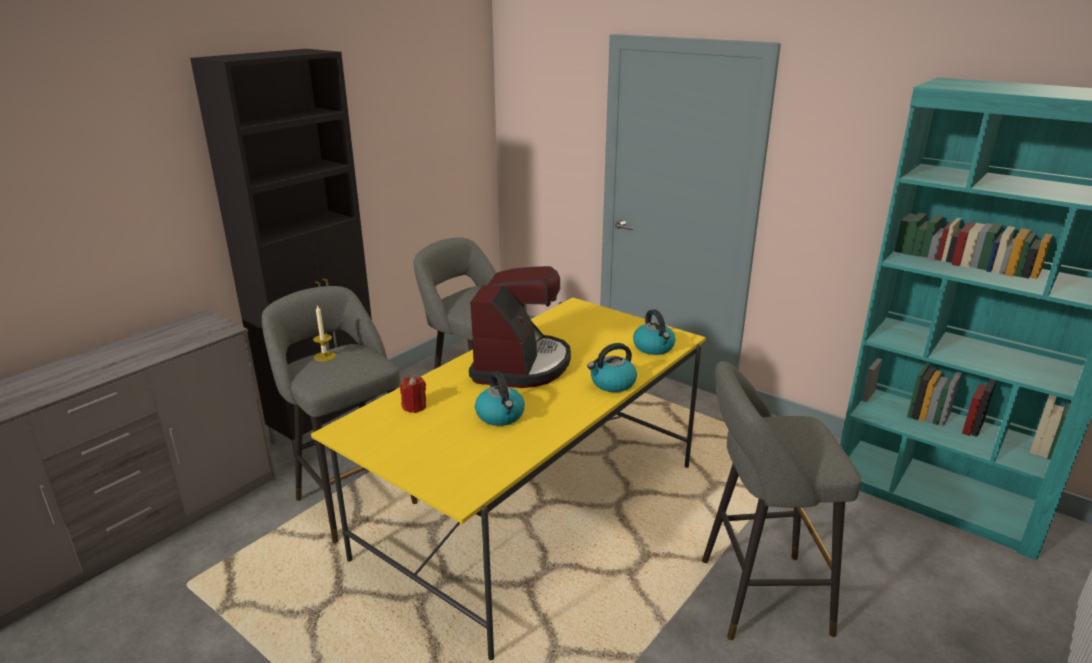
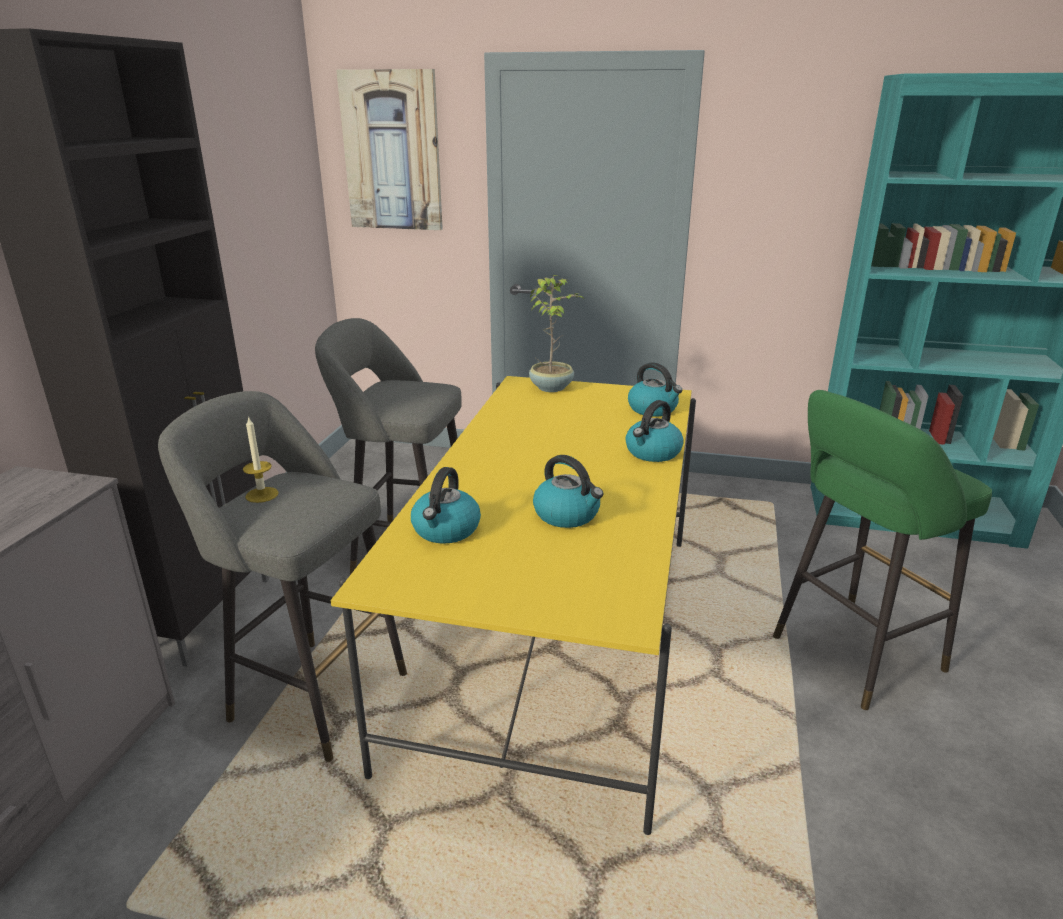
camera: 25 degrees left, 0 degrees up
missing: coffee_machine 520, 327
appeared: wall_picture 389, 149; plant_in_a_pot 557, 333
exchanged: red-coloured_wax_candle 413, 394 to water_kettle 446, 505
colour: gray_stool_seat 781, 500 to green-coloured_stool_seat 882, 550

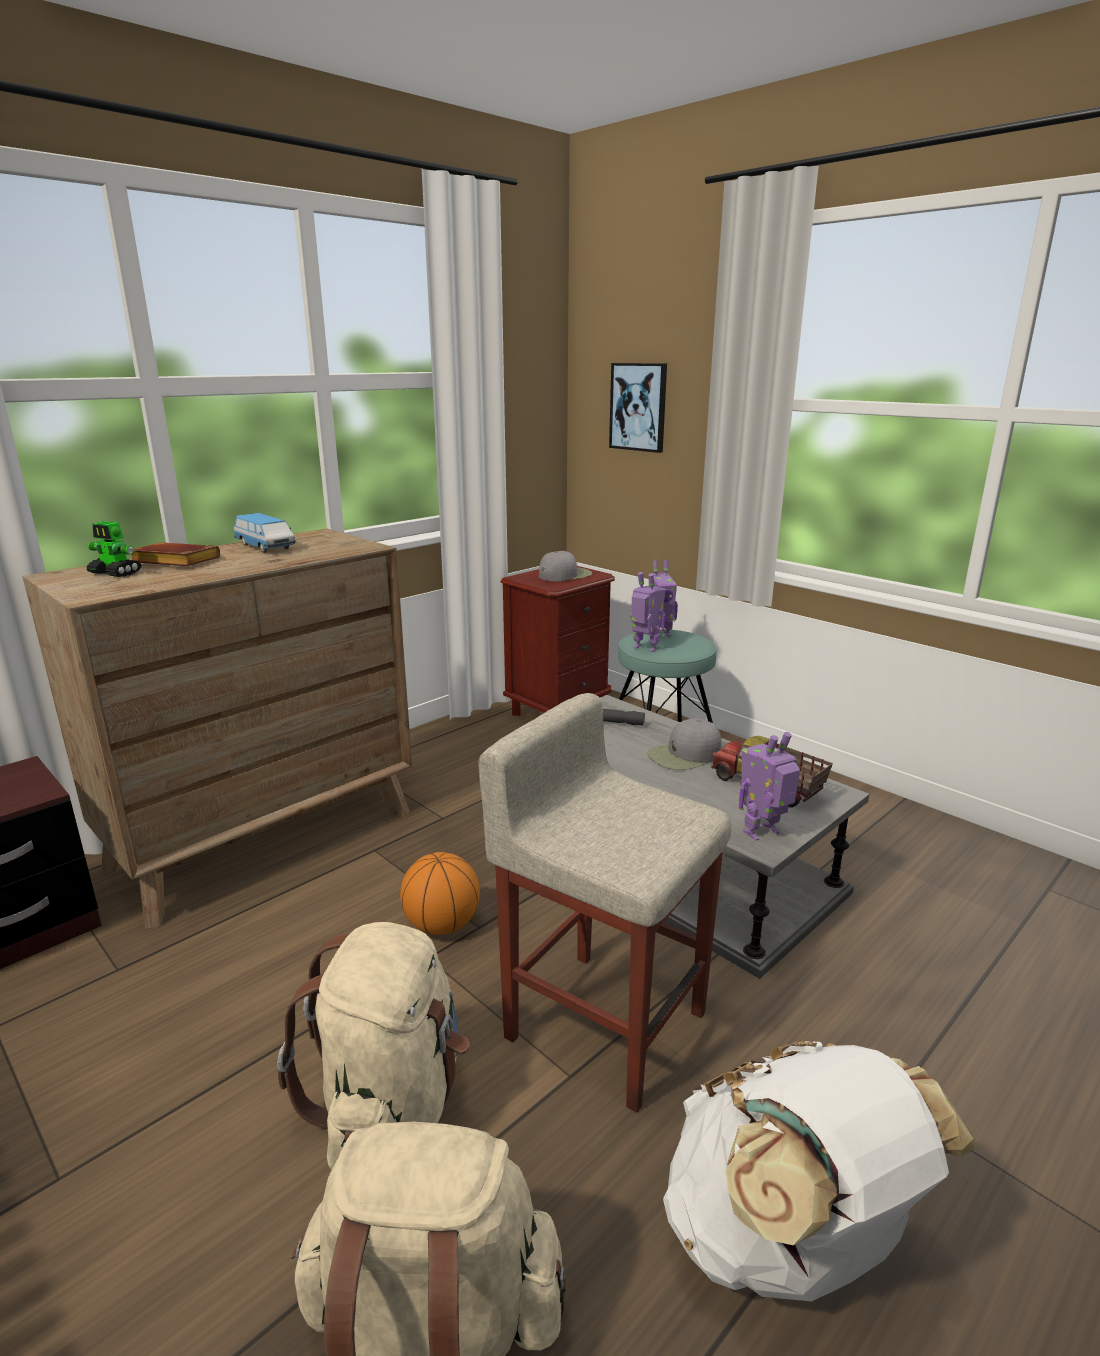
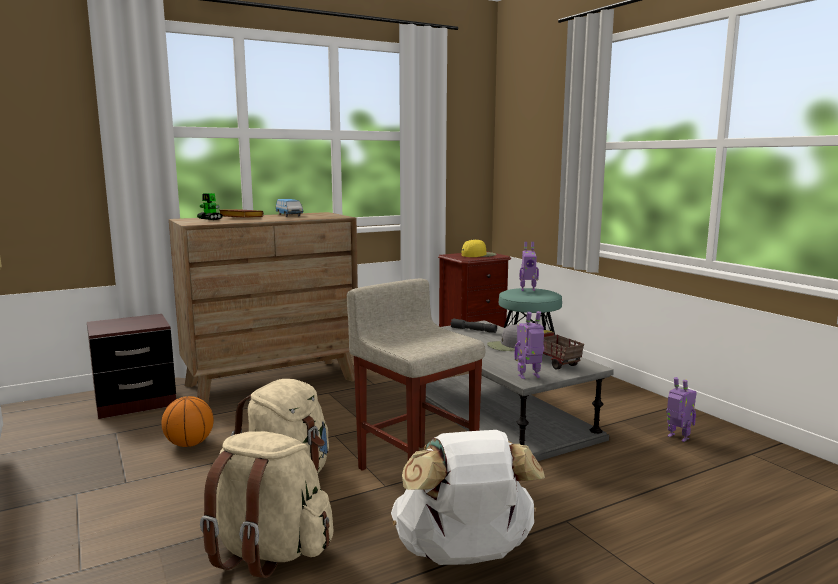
camera: 15 degrees right, 10 degrees down
missing: wall_picture 638, 408
relocated: basketball 440, 893 to 187, 421; robot_figure 647, 612 to 681, 409
colour: gray_peaked_cap 565, 566 to yellow_peaked_cap 479, 248

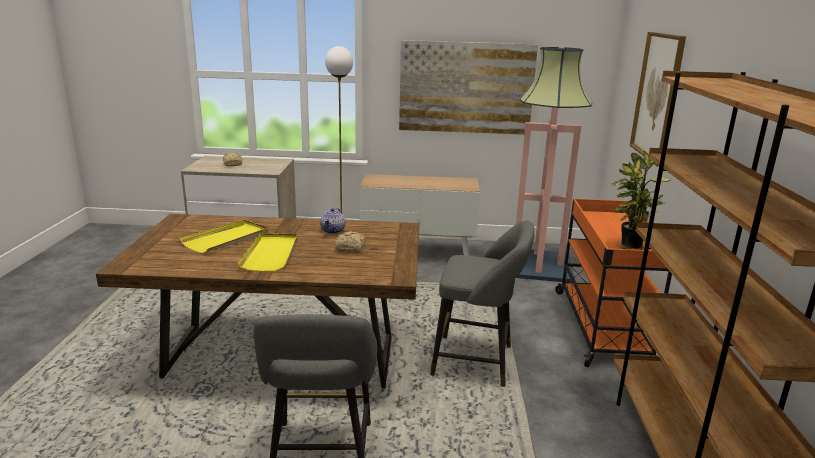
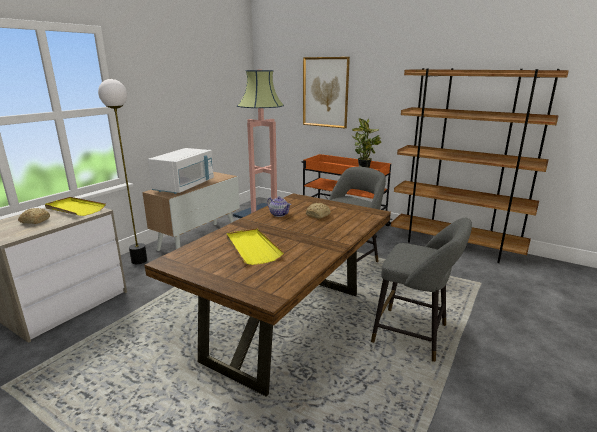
camera: 60 degrees left, 0 degrees up
missing: wall_picture 468, 87
appeared: whitish_microwave 181, 171
relocated: yellow_carrying_tray 267, 252 to 75, 206

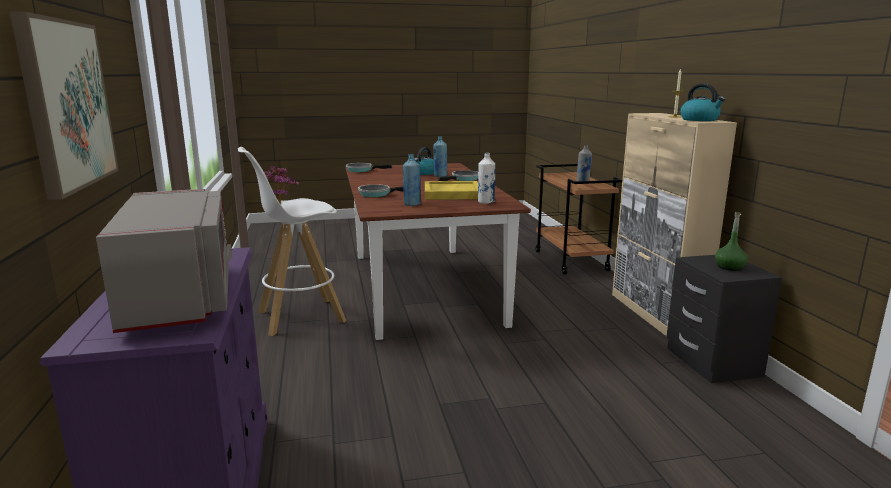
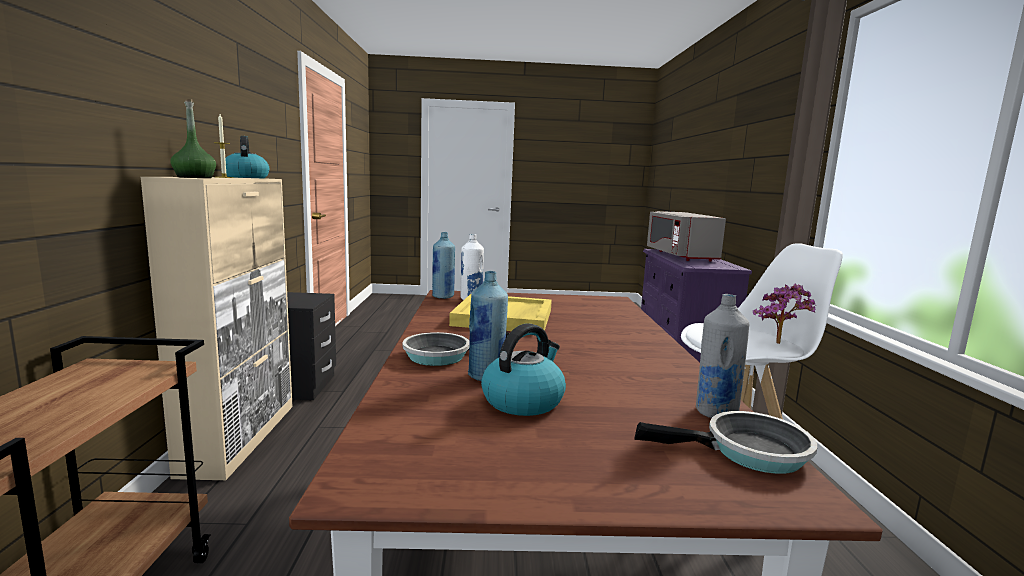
camera: 170 degrees left, 5 degrees down
missing: wall_picture 64, 106; skillet 381, 190
relocated: bluish_drink_bottle 412, 180 to 443, 265; gray_drink_bottle 584, 163 to 722, 356; green-coloured_drink_bottle 731, 241 to 193, 138

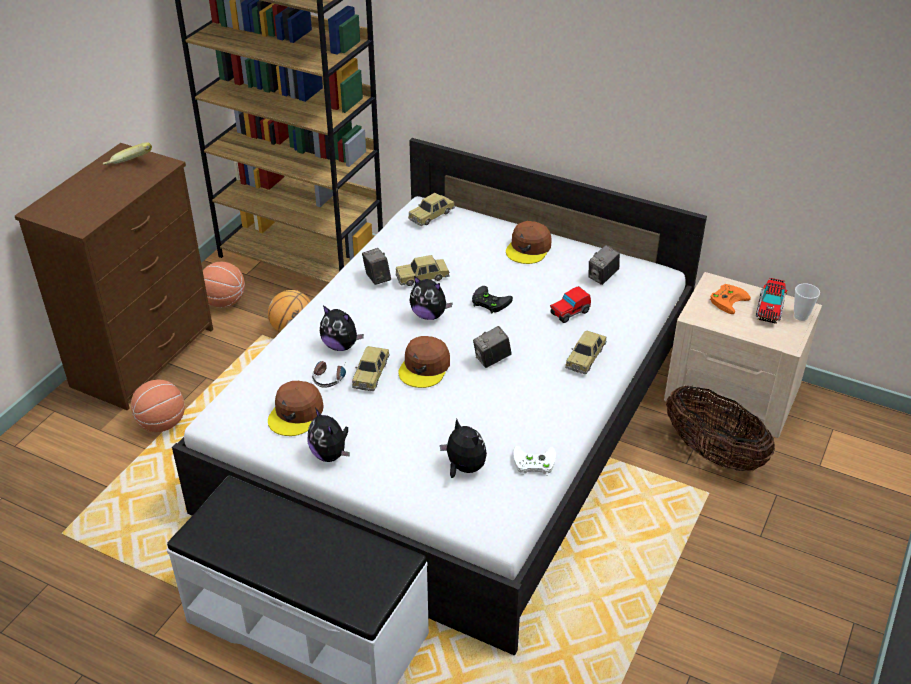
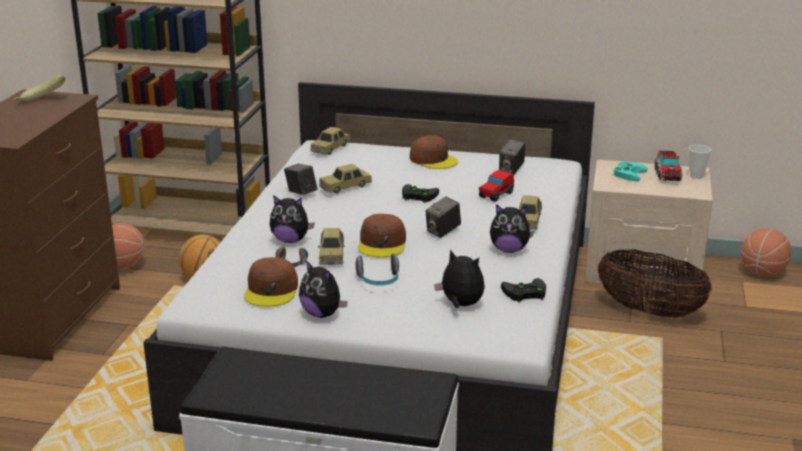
camera: 15 degrees left, 15 degrees down
appeared: headset 377, 270
relocated: basketball 158, 406 to 766, 252; soft_toy 431, 298 to 512, 228
colour: whitish_gamepad 534, 461 to black_gamepad 523, 290; orangey_gamepad 730, 299 to turquoise_gamepad 630, 171
spun: brown_peaked_cap 528, 242 = 434, 152 60 degrees counterclockwise

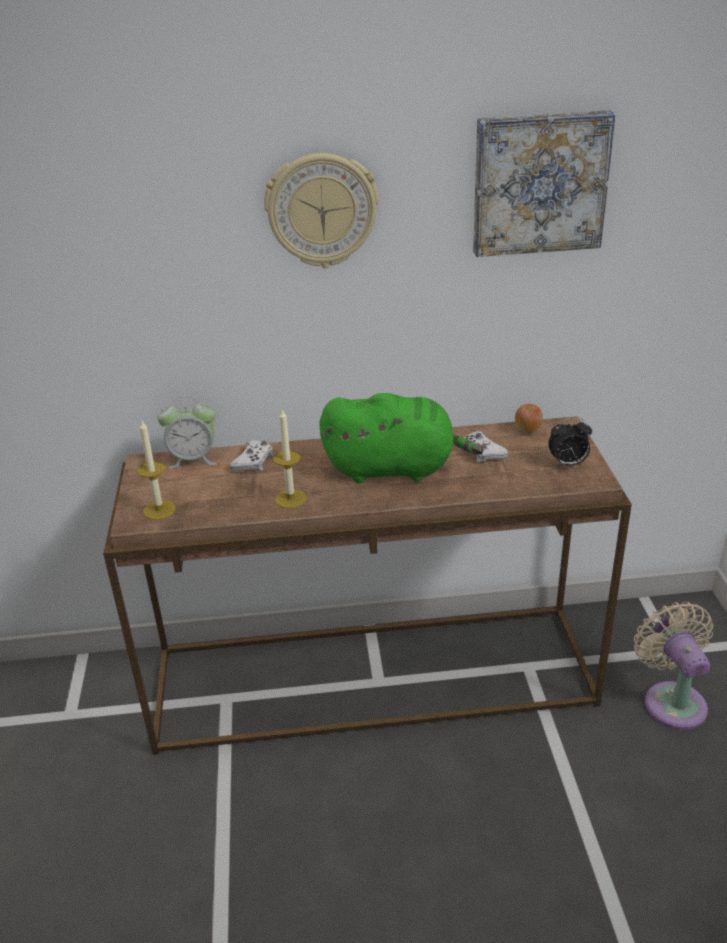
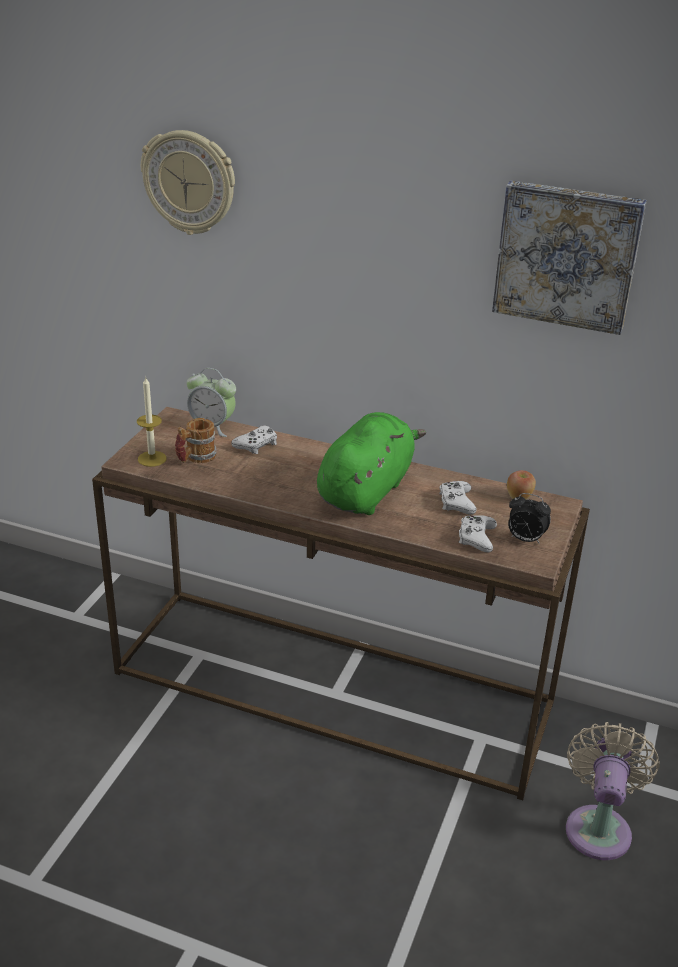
camera: 25 degrees right, 0 degrees up
missing: wax_candle 290, 459
appeared: tea_mug 196, 440; whitish_gamepad 478, 534
relocated: wall_clock 321, 210 to 188, 182
spun: green-coloured_soft_toy 401, 438 = 371, 463 90 degrees counterclockwise

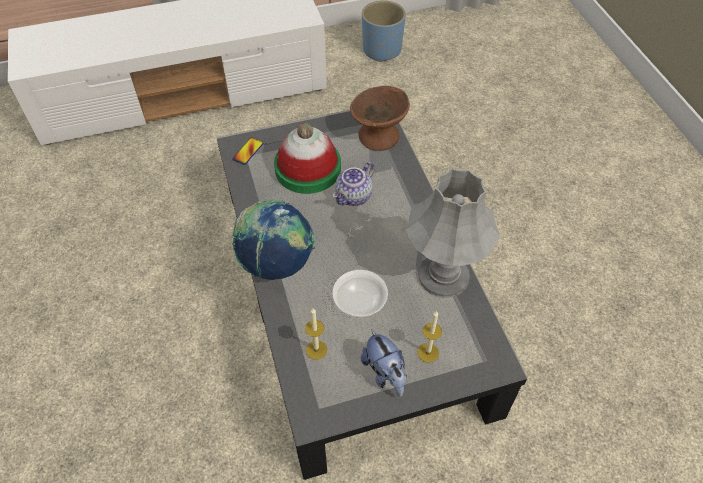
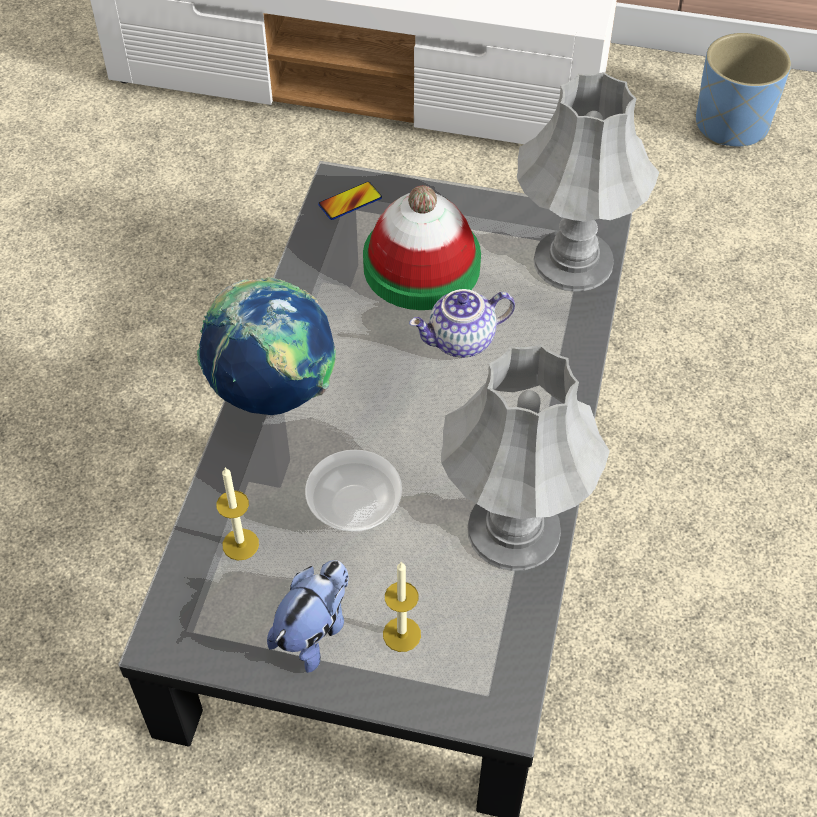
camera: 30 degrees right, 0 degrees up
exchanged: brown_serving_bowl 380, 118 to gray_table_lamp 588, 182
spun: soft_toy 384, 363 = 308, 616 150 degrees counterclockwise

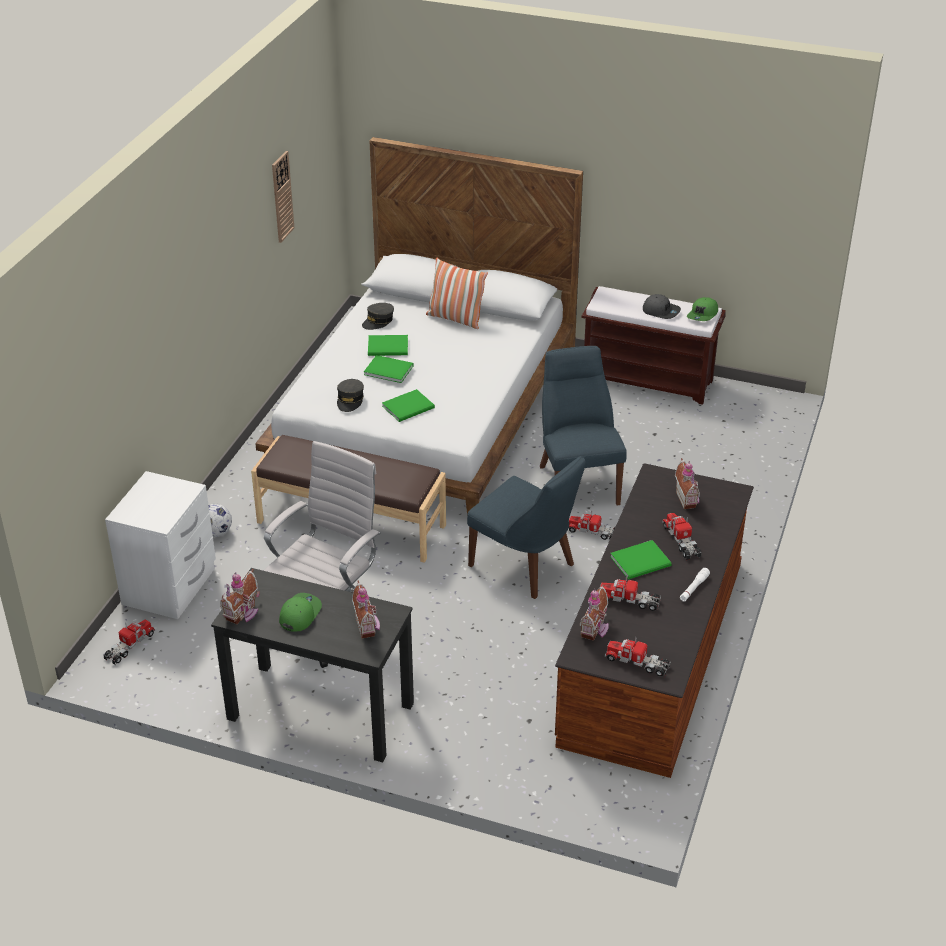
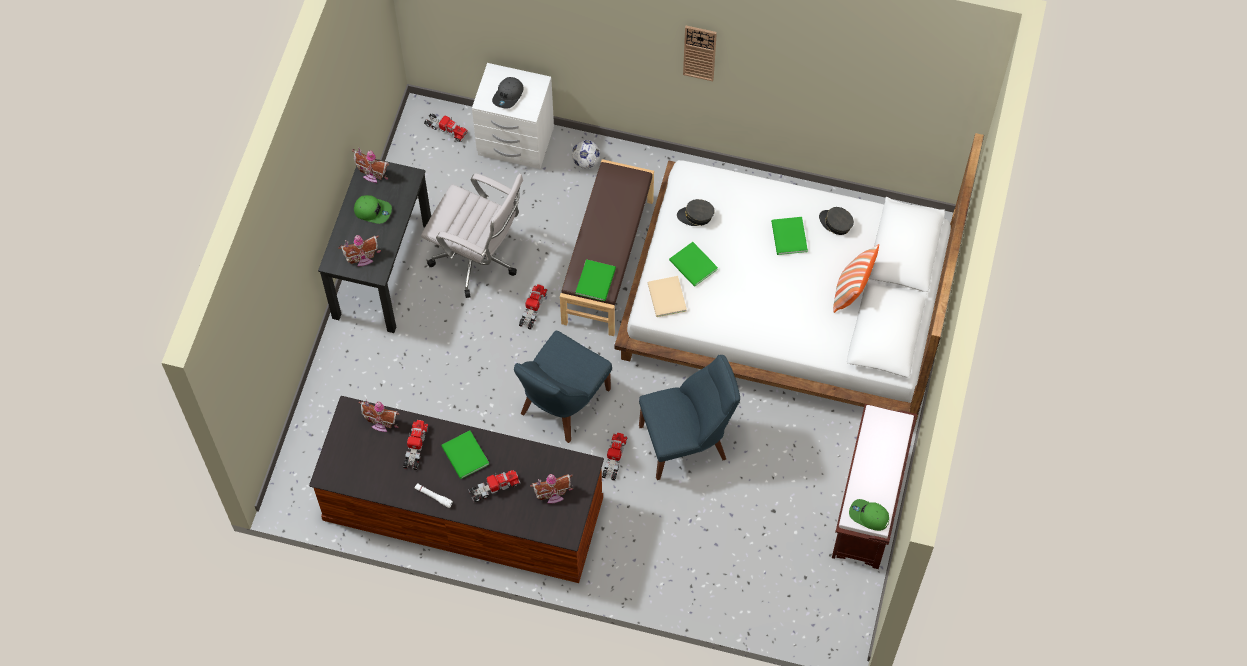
camera: 85 degrees right, 25 degrees up
appeared: sand-coloured_bound_book 667, 296
relocated: wall_clock 283, 197 to 700, 53; green-coloured_bound_book 389, 369 to 596, 280; toy_lorry 638, 656 to 533, 307; gray_peaked_cap 662, 306 to 508, 93

